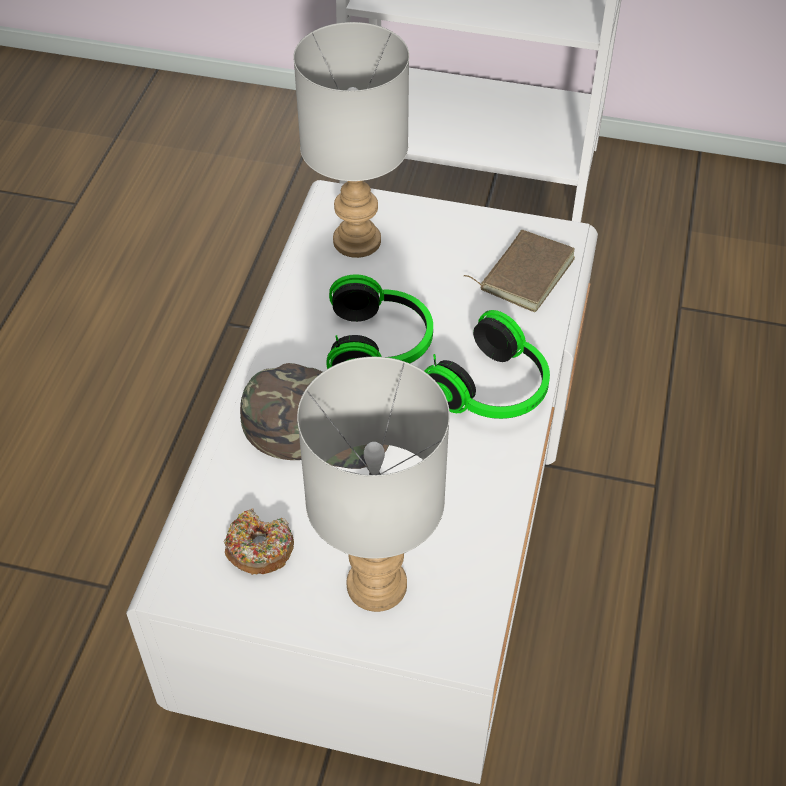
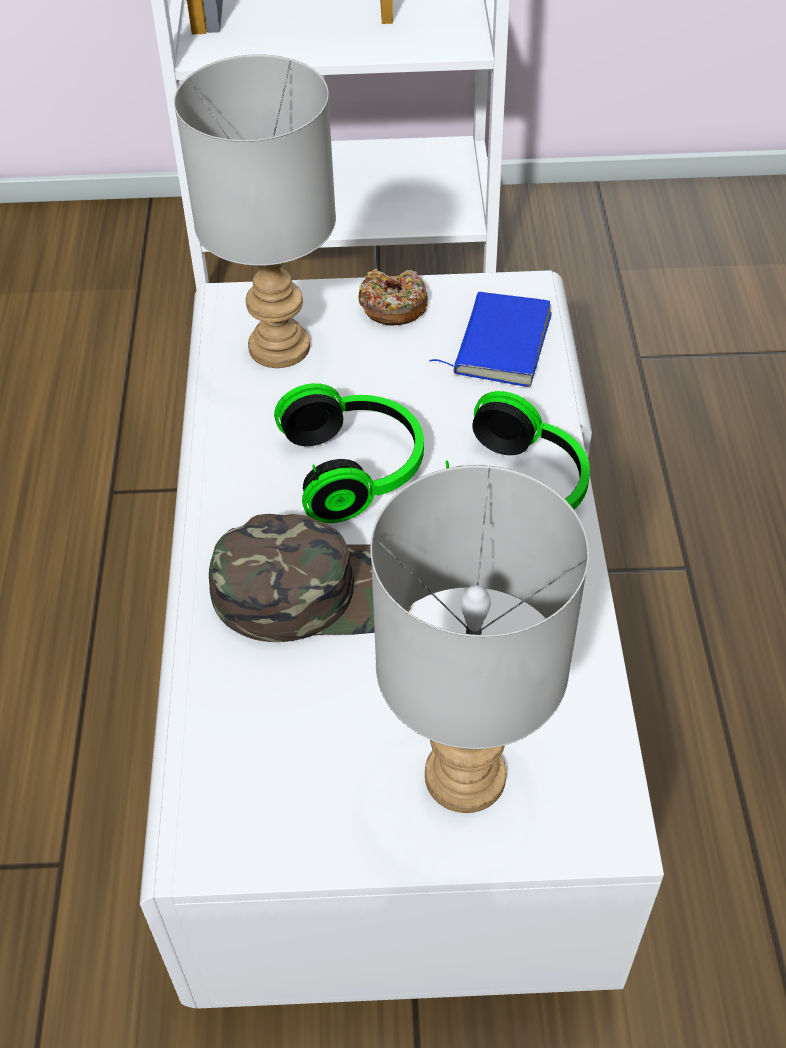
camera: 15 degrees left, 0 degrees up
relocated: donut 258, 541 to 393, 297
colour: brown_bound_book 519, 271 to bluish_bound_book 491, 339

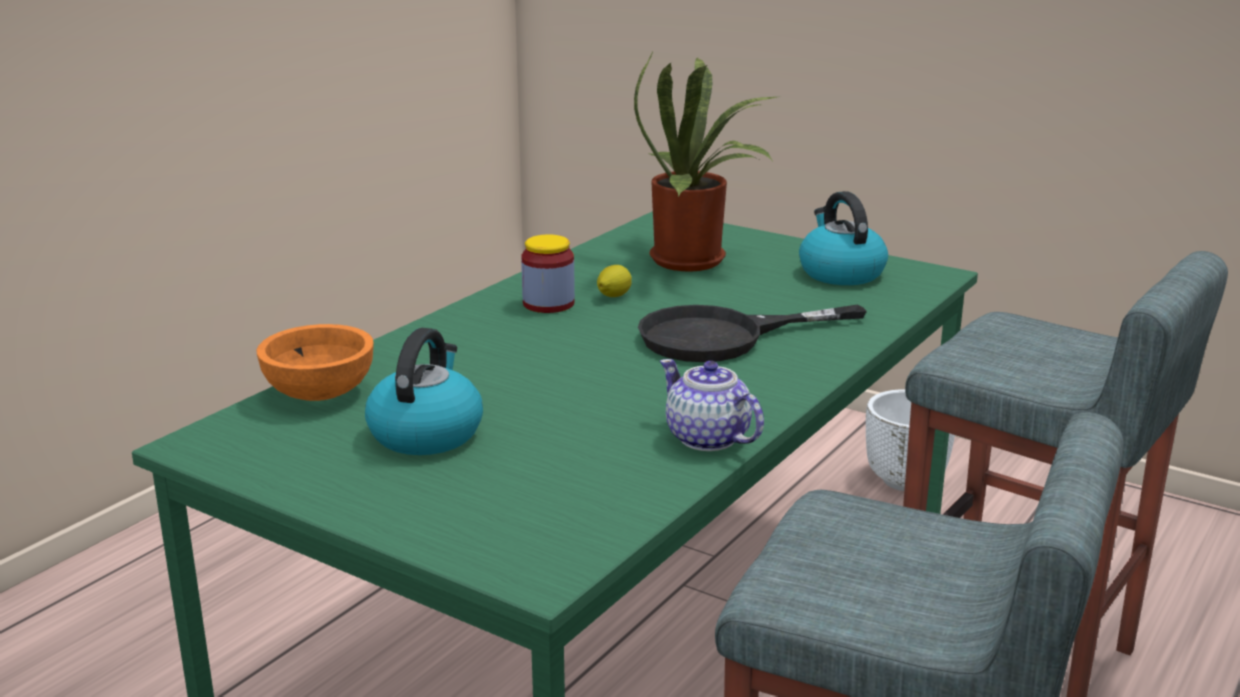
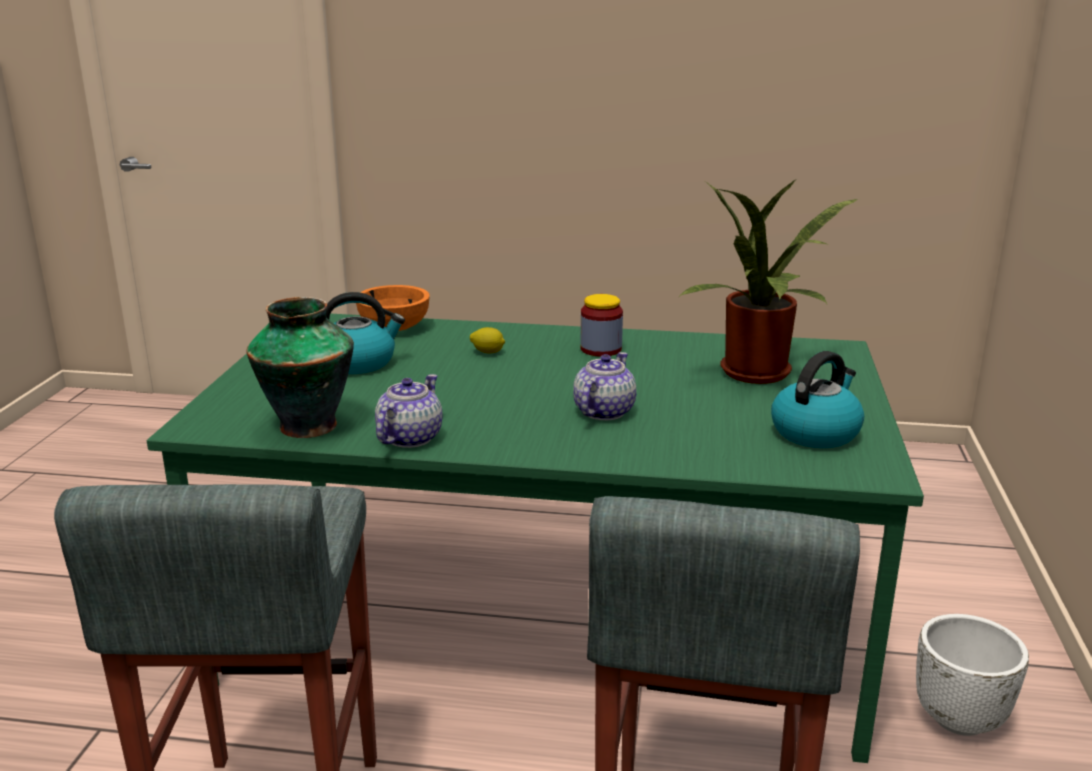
camera: 65 degrees right, 0 degrees up
appeared: vase 300, 367
relocated: whole_lemon 614, 281 to 487, 340
exchanged: black_skillet 752, 333 to tea_pot 605, 386

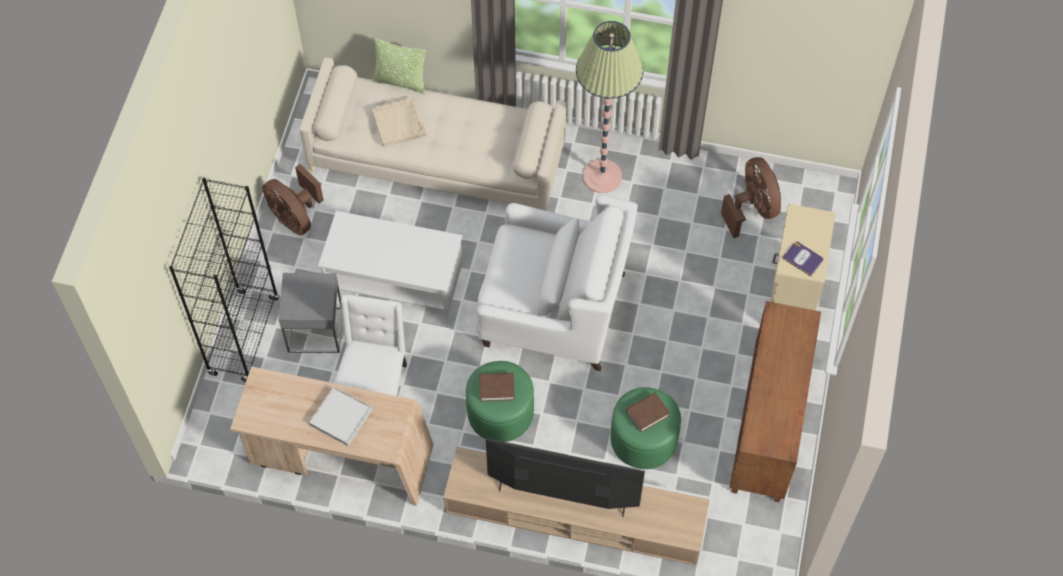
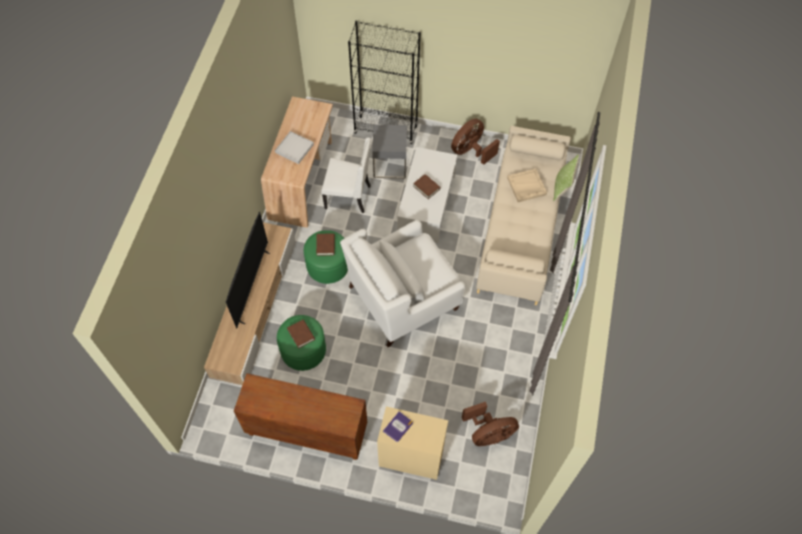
camera: 90 degrees right, 0 degrees up
missing: standard_lamp 609, 107
appeared: brown_bound_book 427, 186
spun: whitish_armchair 557, 282 = 403, 283 45 degrees clockwise

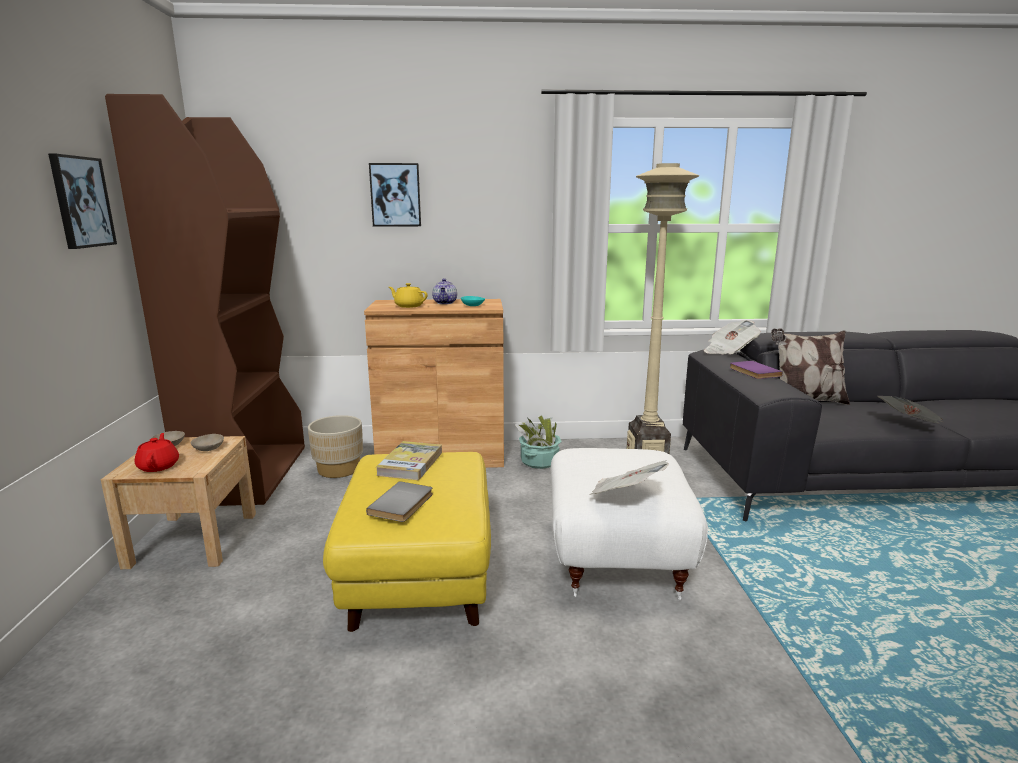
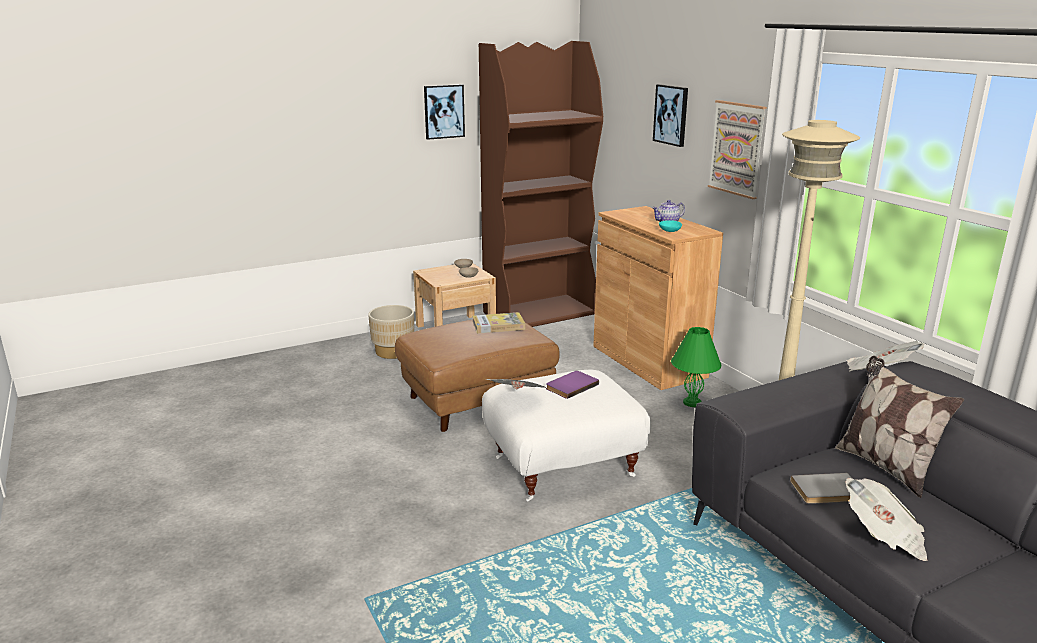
camera: 65 degrees right, 5 degrees up
missing: red-coloured_tea_pot 157, 452; yellow_tea_pot 408, 295
appeared: wall_picture 737, 149
relocated: sand-coloured_planter 335, 446 to 391, 332; gray_bound_book 399, 501 to 821, 488; purplish_bound_book 756, 370 to 572, 385
exchanged: plant_in_a_pot 538, 442 to green-coloured_table_lamp 696, 367
colour: yellow_footrest 407, 542 to brown_footrest 477, 375

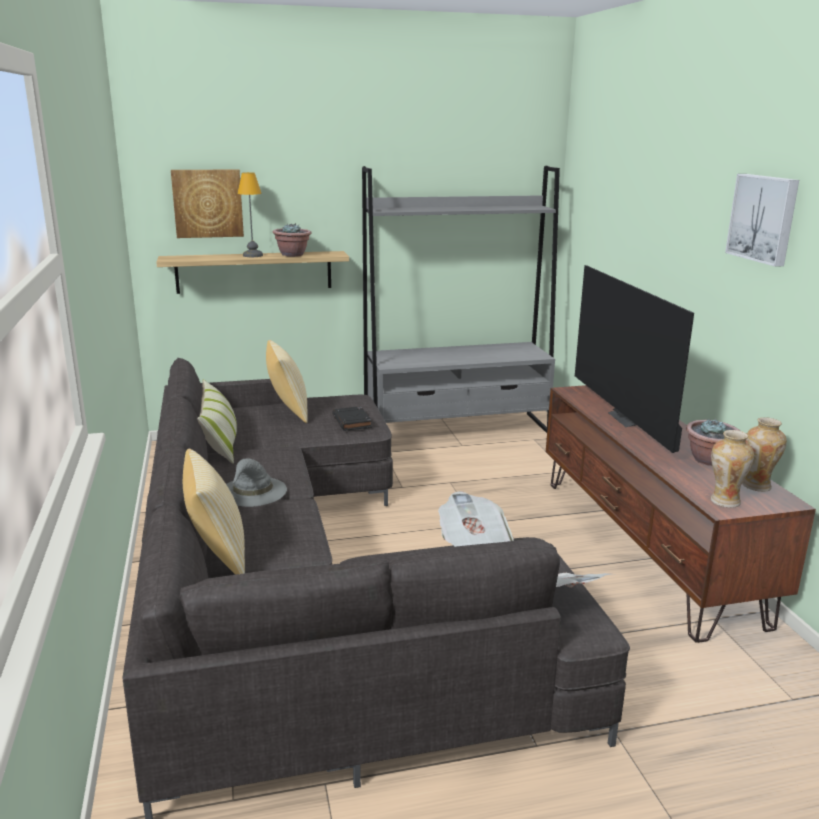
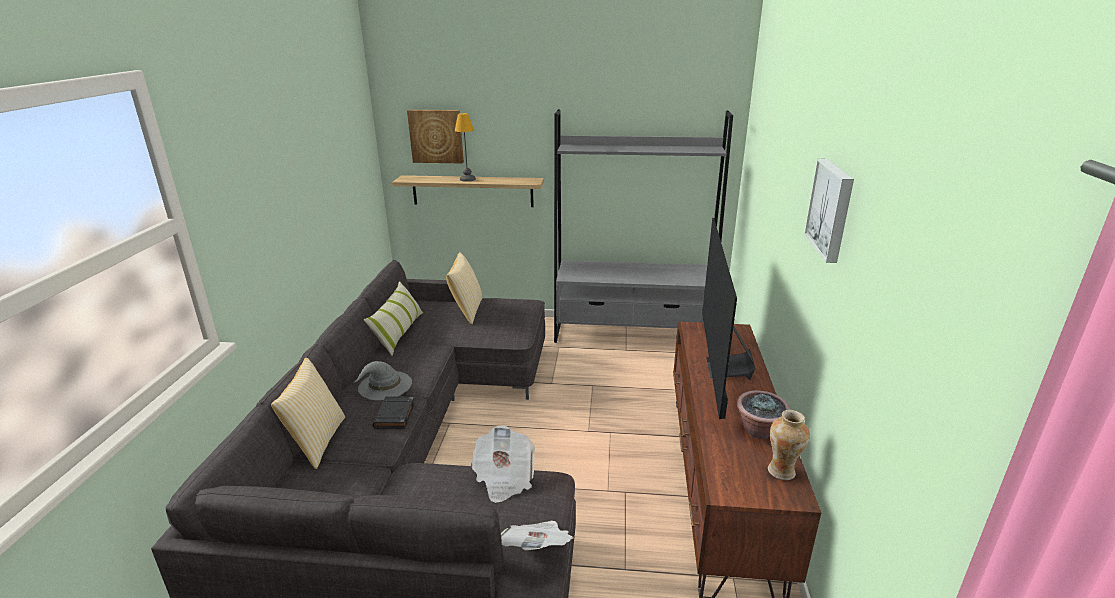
camera: 20 degrees right, 5 degrees up
missing: plant_in_a_pot 292, 240; vase 732, 469
relocated: black_bound_book 352, 418 to 393, 413

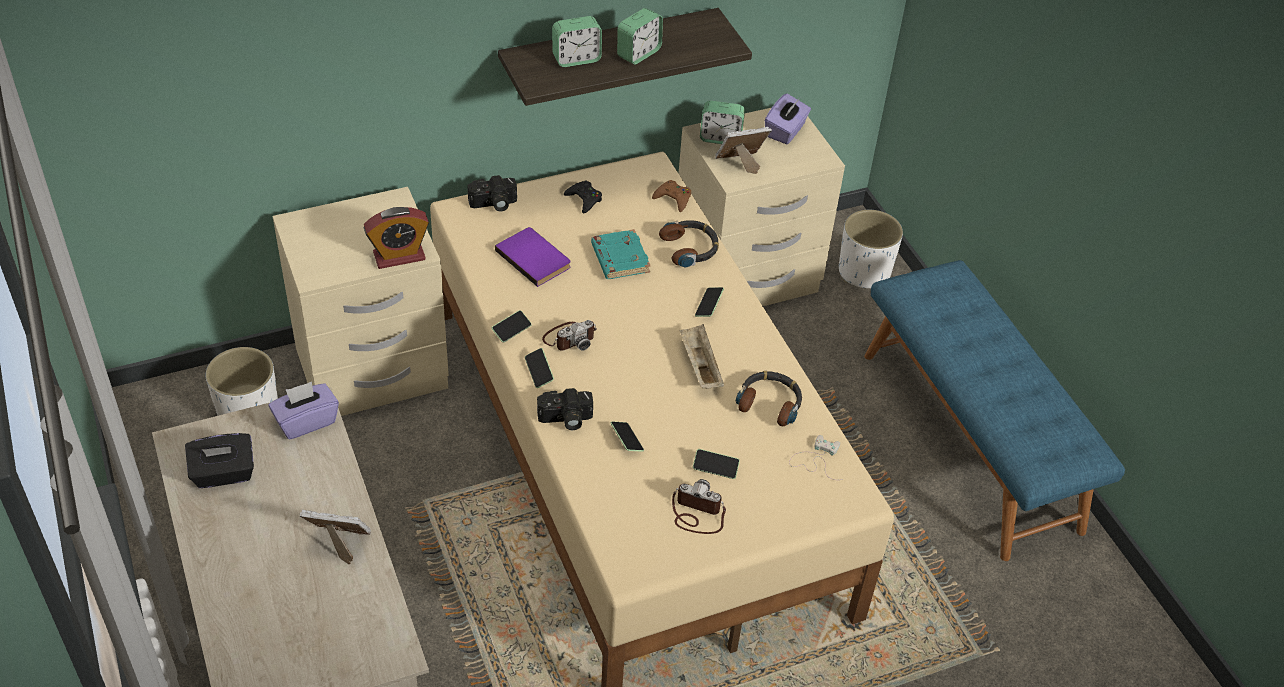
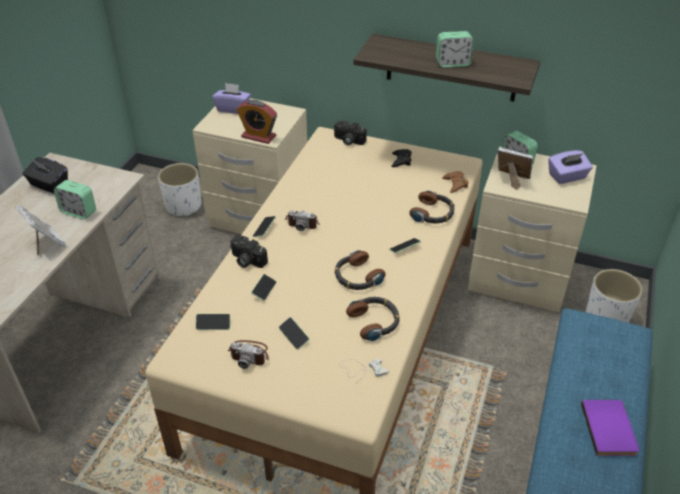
camera: 45 degrees right, 5 degrees down
missing: turquoise_bound_book 621, 254
relocated: purplish_box_of_tissues 304, 410 to 231, 98; phone 512, 326 to 212, 322; purplish_bound_book 533, 257 to 610, 428; table_clock 577, 41 to 75, 199
exchanged: sand-coloured_carrying_tray 702, 356 to headset 360, 270
spun: photo_camera 699, 506 = 248, 354 135 degrees clockwise

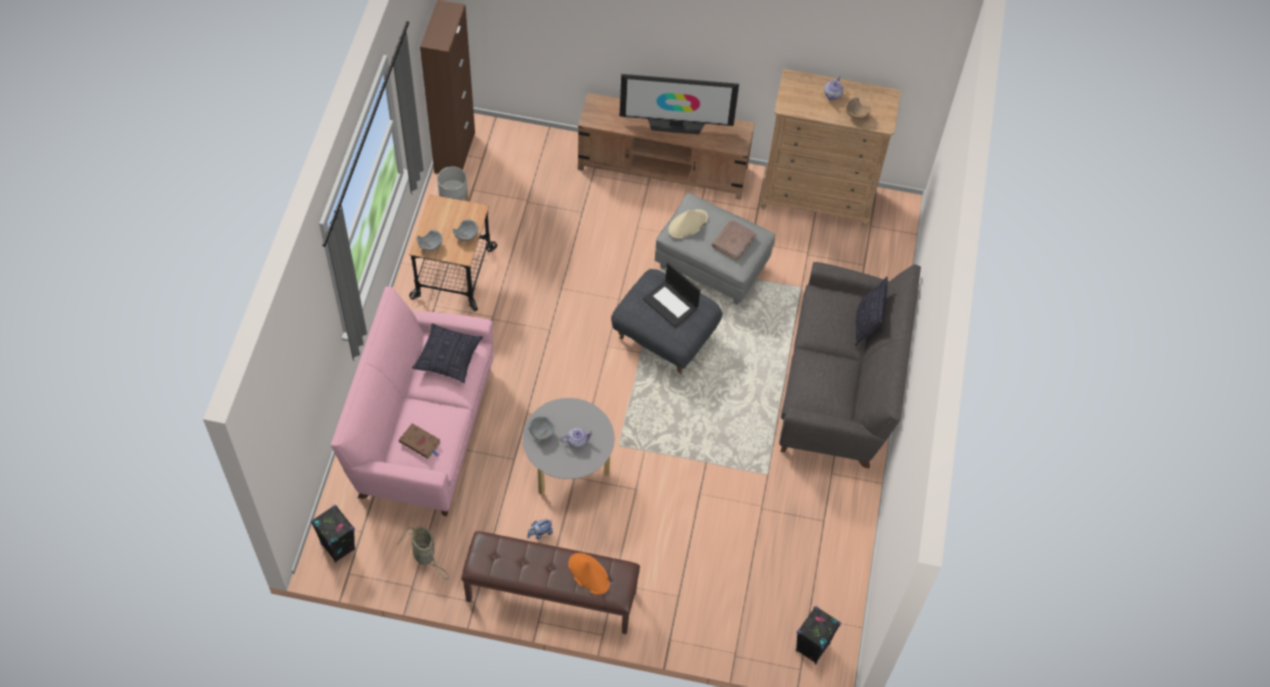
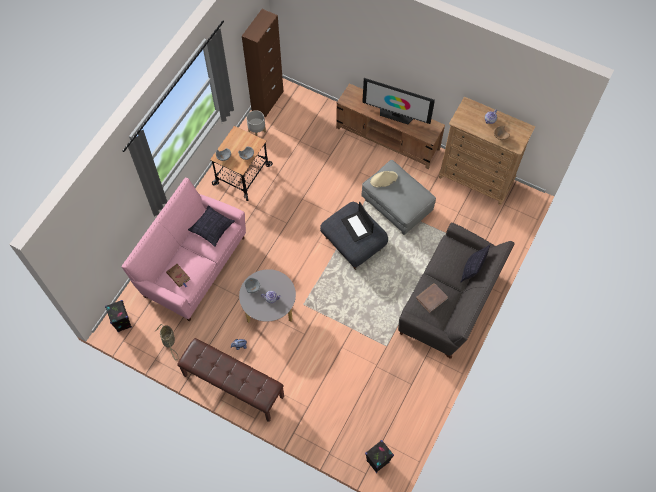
camera: 20 degrees right, 5 degrees up
missing: orangey_hat 589, 574
relocated: brown_bound_book 734, 240 to 432, 298

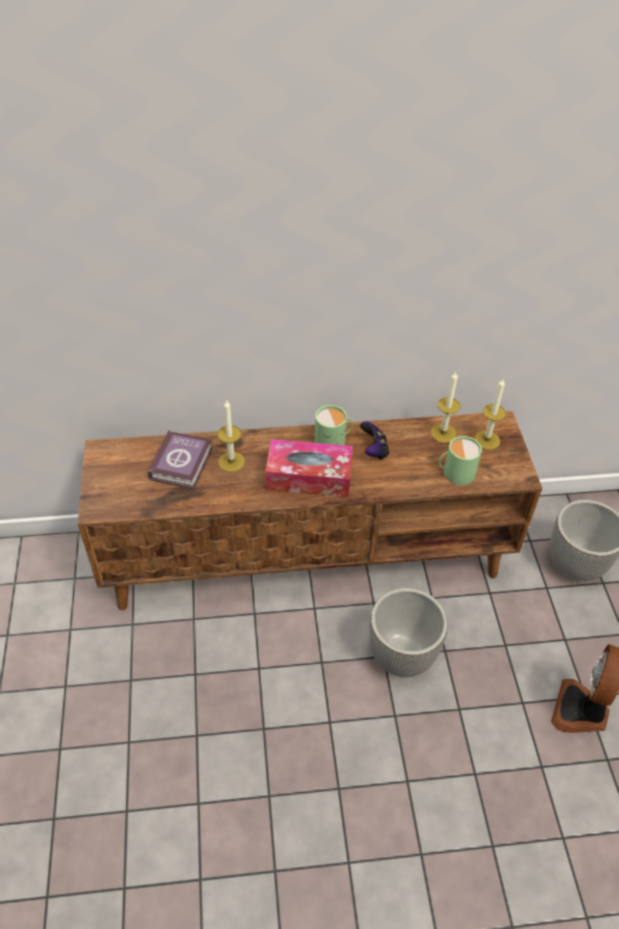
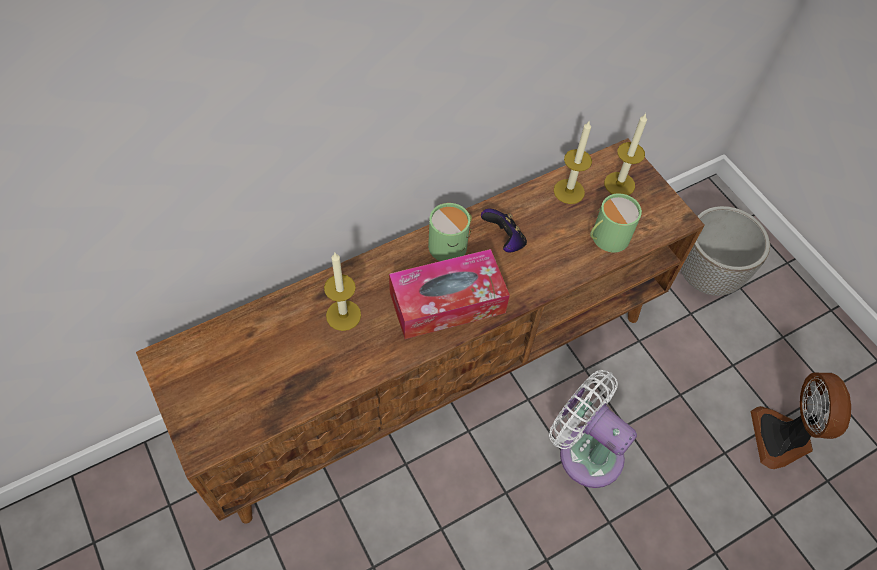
camera: 25 degrees left, 10 degrees up
missing: bound_book 180, 460
exchanged: planter 408, 632 to whitish_fan 593, 429

